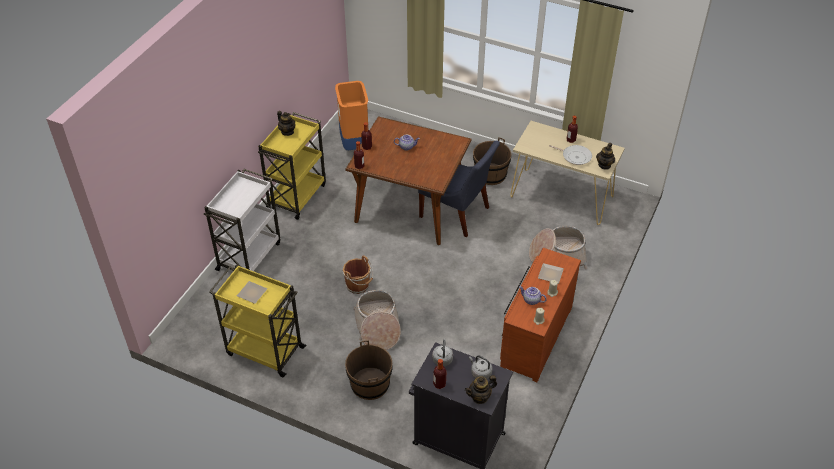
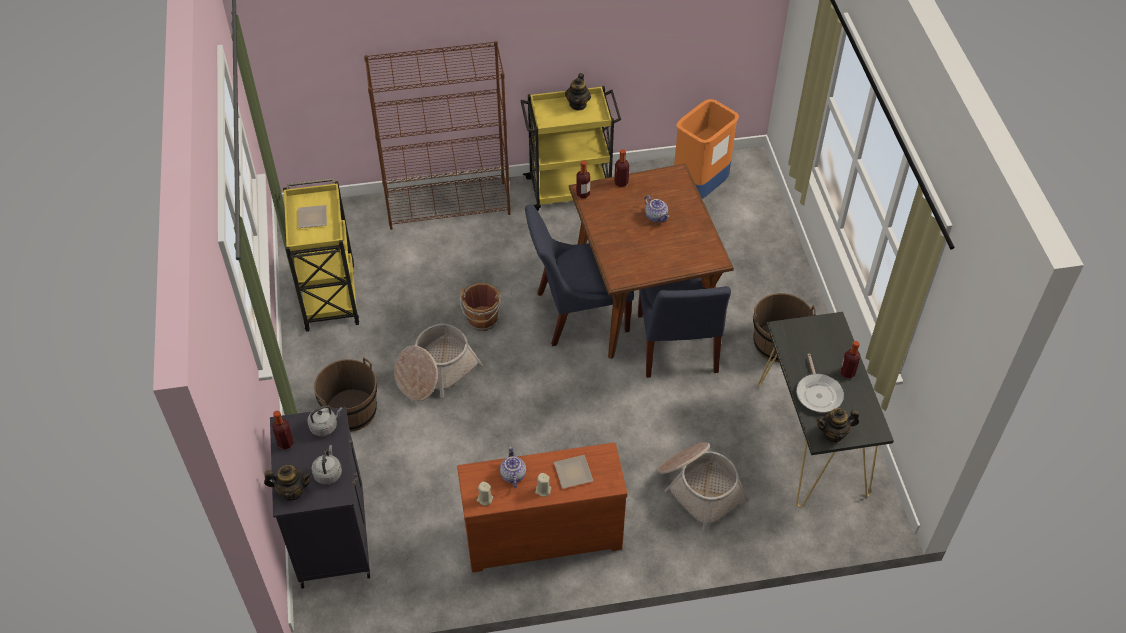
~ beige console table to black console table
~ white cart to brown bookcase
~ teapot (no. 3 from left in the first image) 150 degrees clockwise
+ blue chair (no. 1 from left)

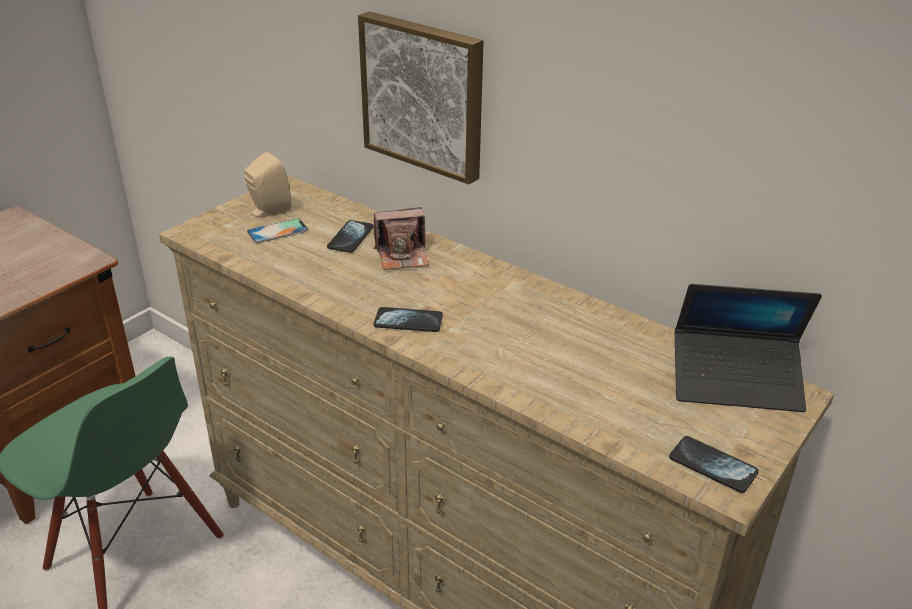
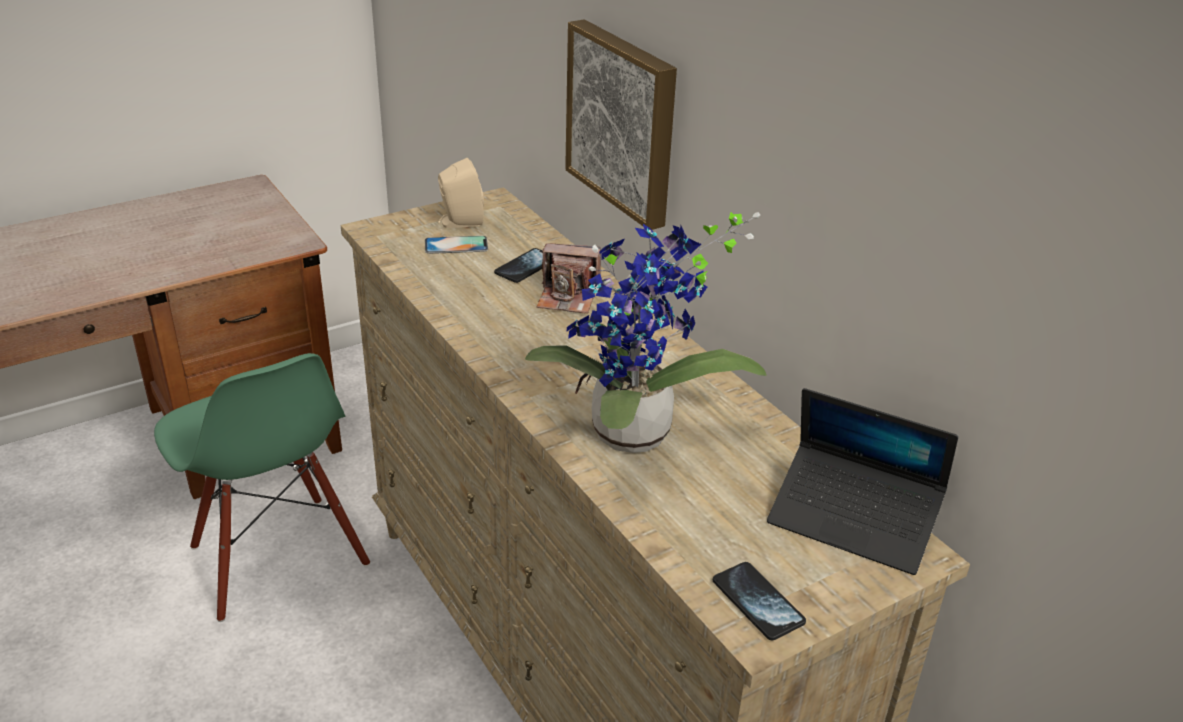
- phone (no. 3 from left)
+ potted plant

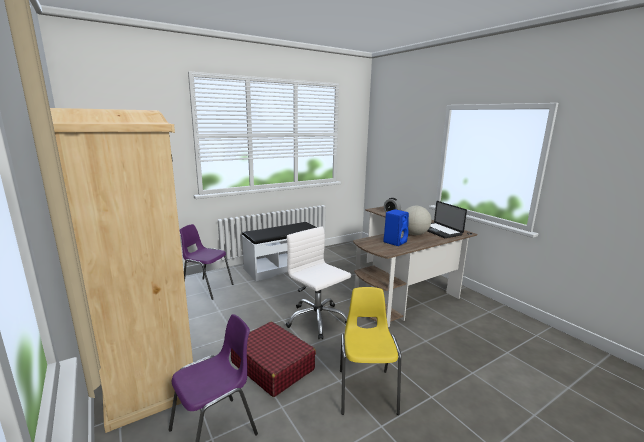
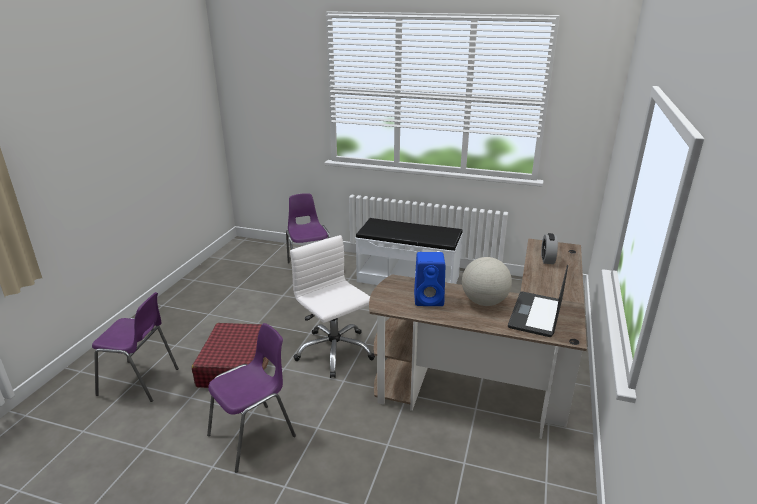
- beige wardrobe
~ white office chair 45 degrees counterclockwise
~ yellow chair to purple chair (no. 2 from left)

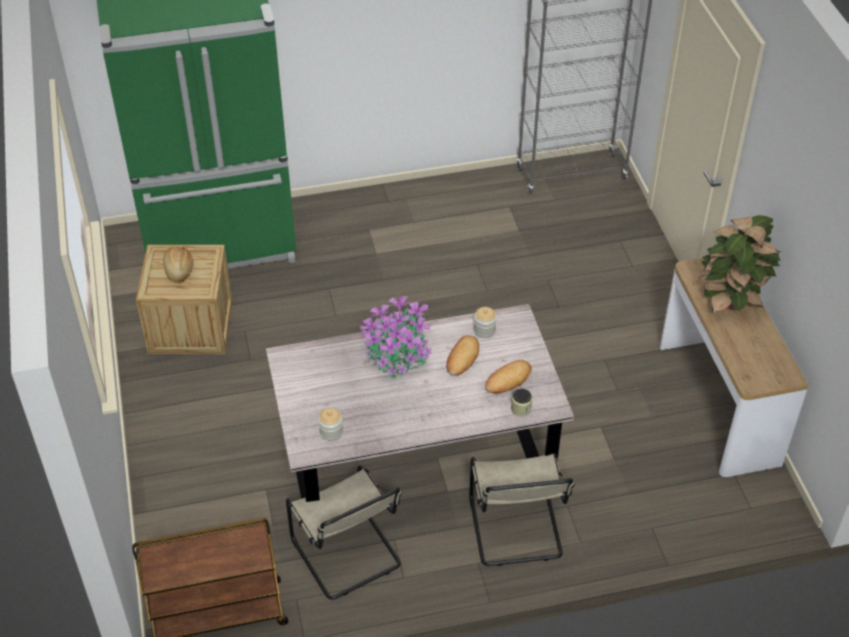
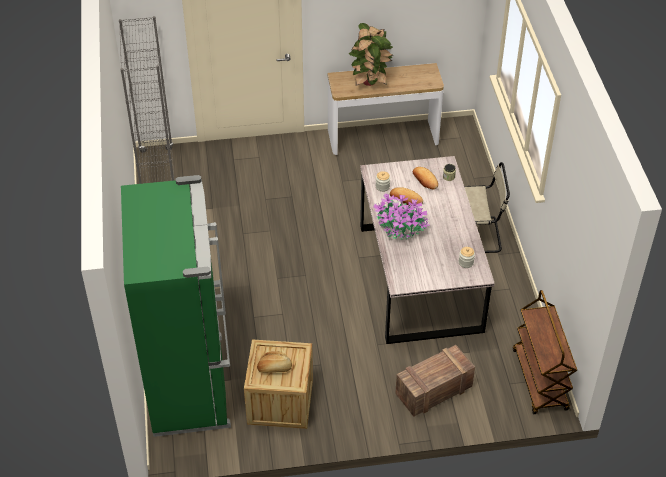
- beige chair (no. 1 from left)
+ crate (no. 2 from left)

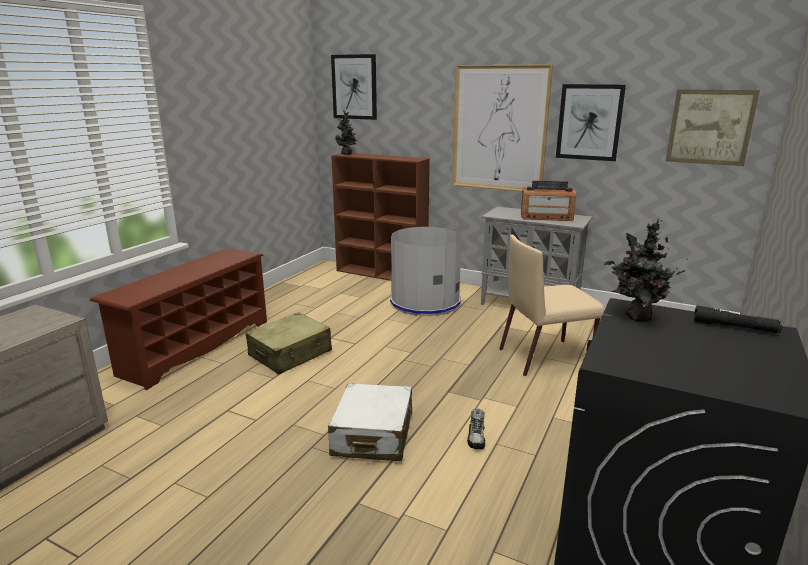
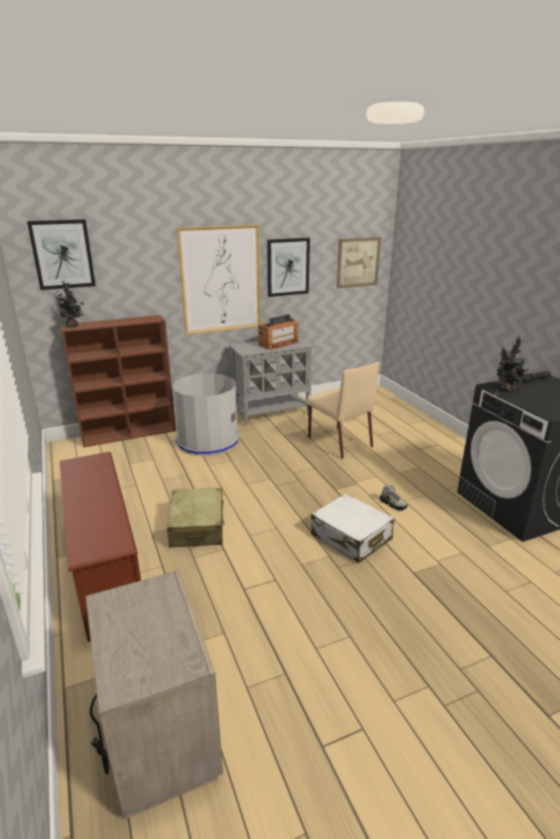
~ beige chair 60 degrees counterclockwise

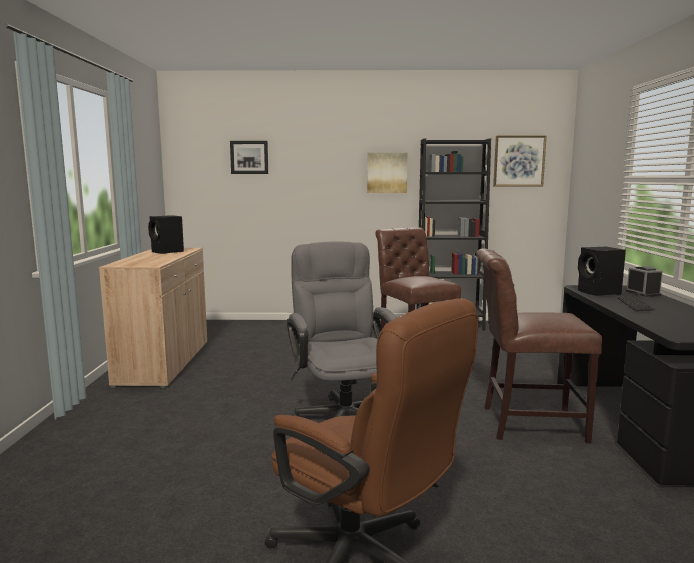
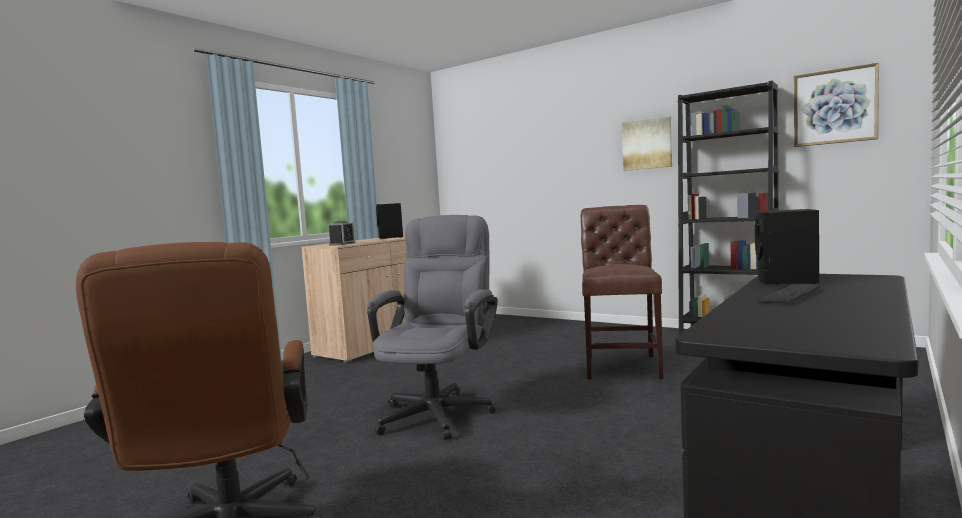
- picture (no. 1 from left)
- brown chair (no. 2 from left)
~ alarm clock

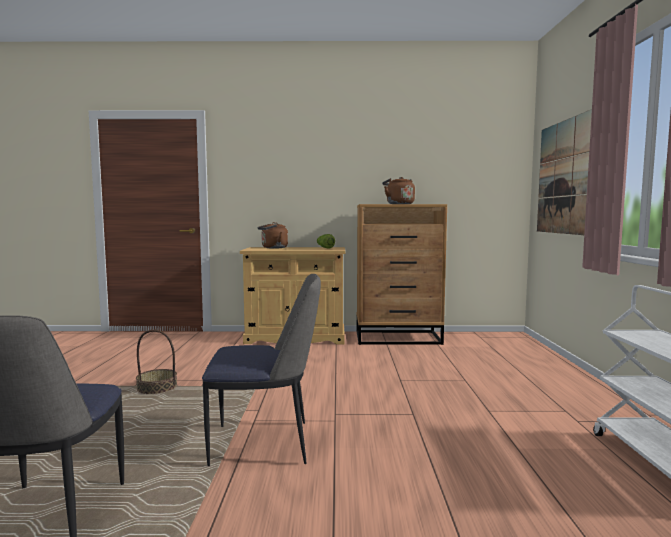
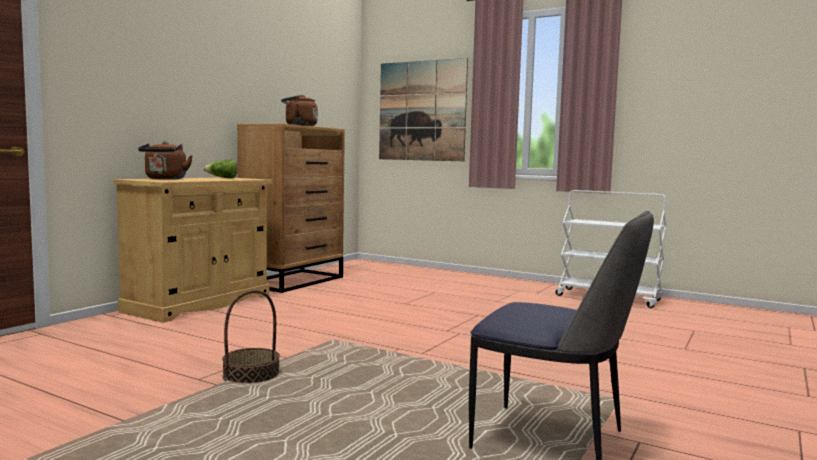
- chair (no. 2 from left)

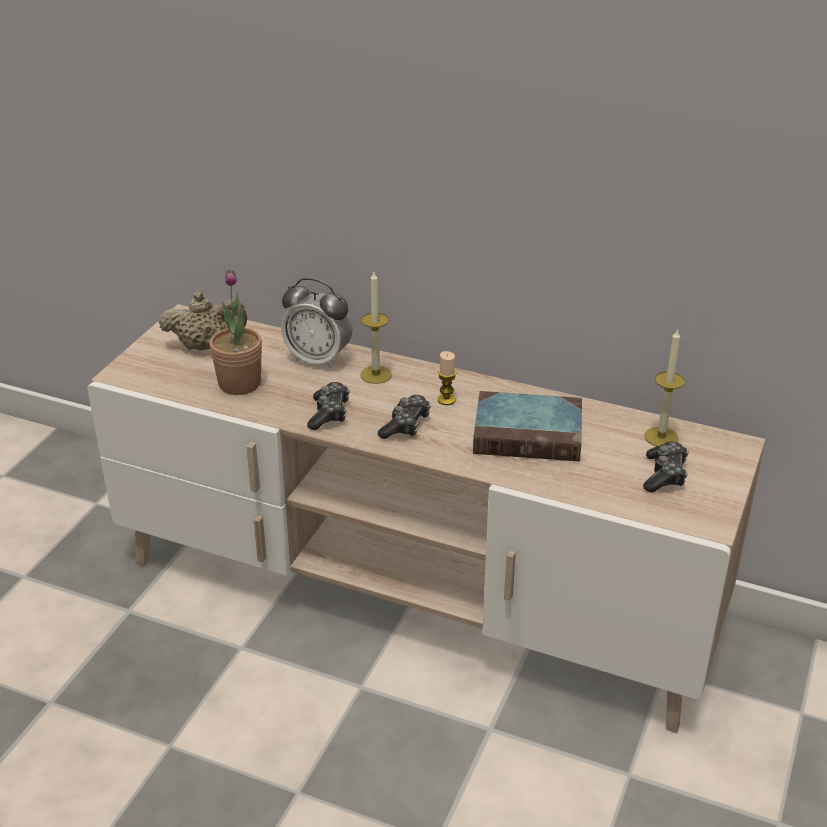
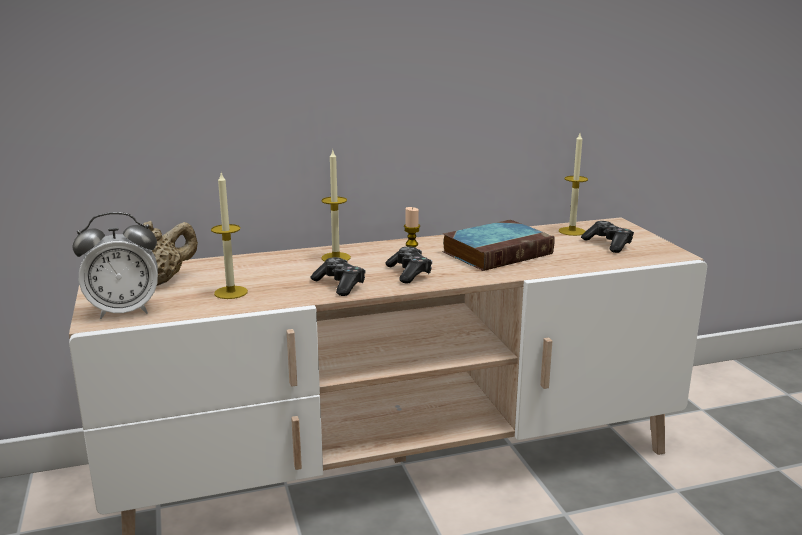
~ potted plant to candle (no. 1 from left)
~ alarm clock

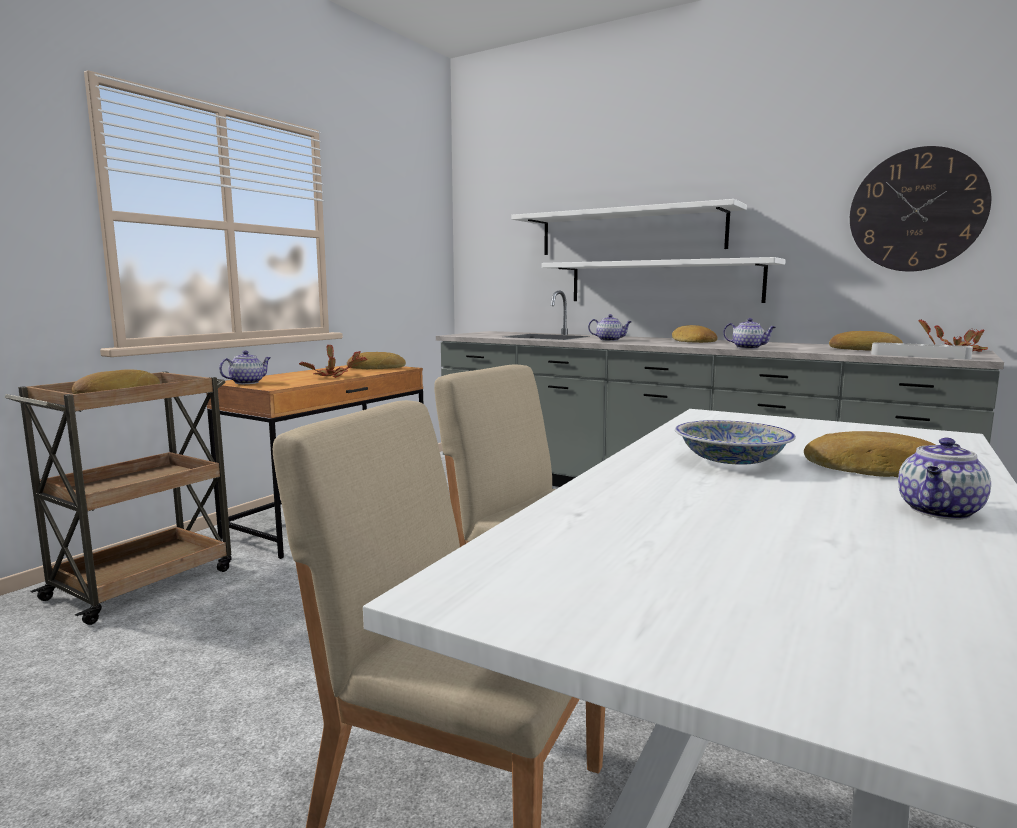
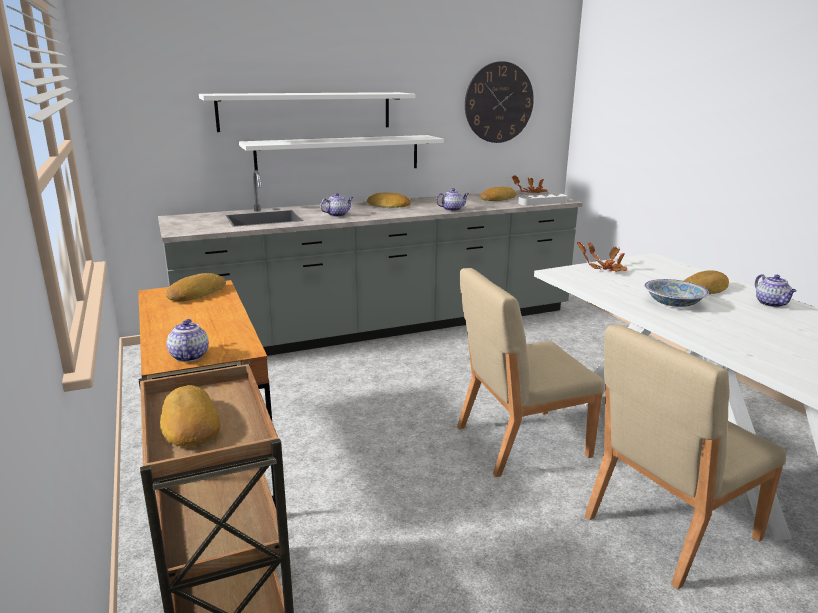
~ potted plant (no. 1 from left in the first image) to potted plant (no. 2 from left)

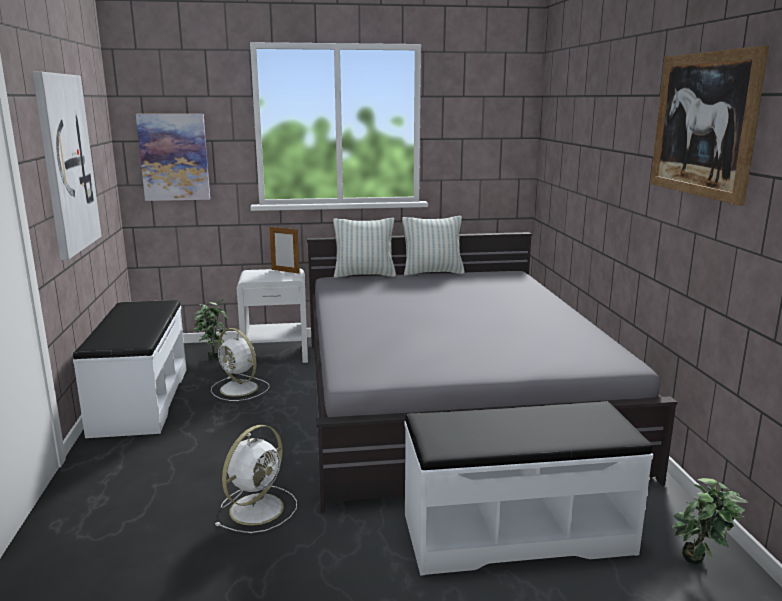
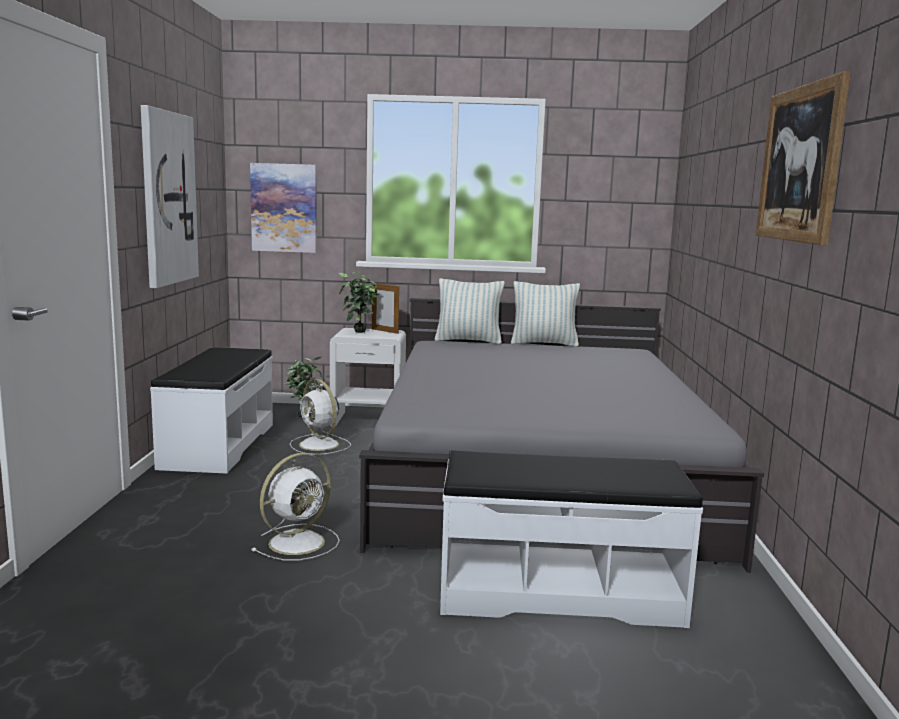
~ potted plant (no. 2 from left)

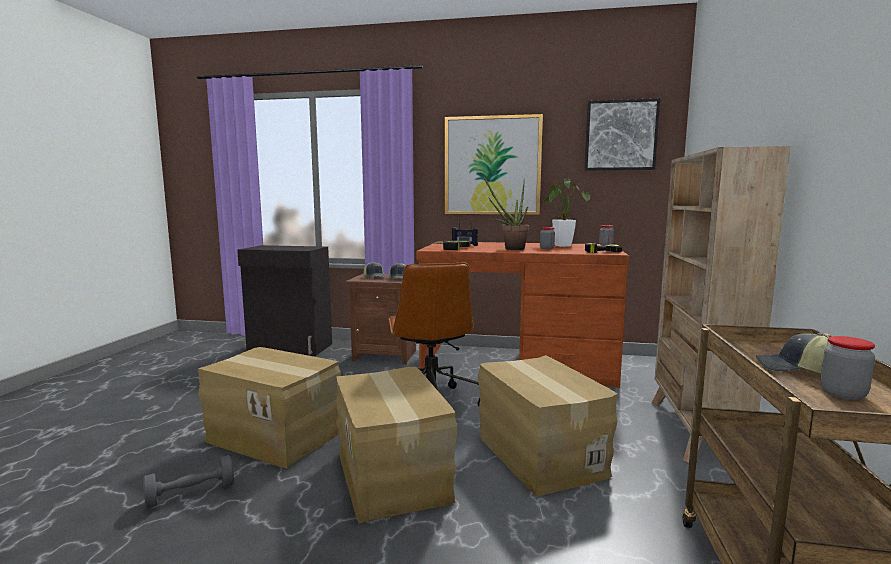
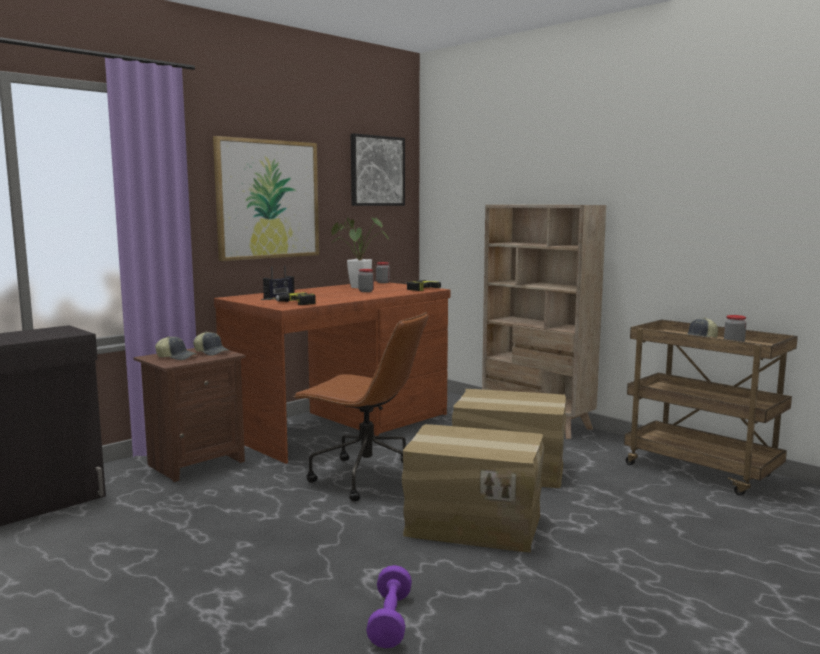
- potted plant (no. 1 from left)
- cardboard box (no. 1 from left)
~ grey dumbbell to purple dumbbell

